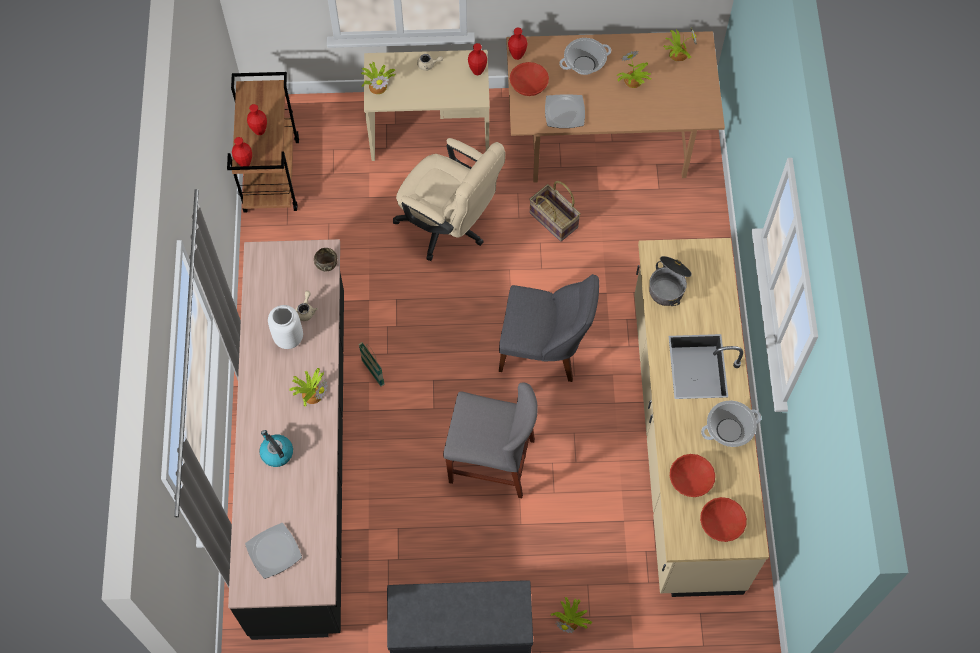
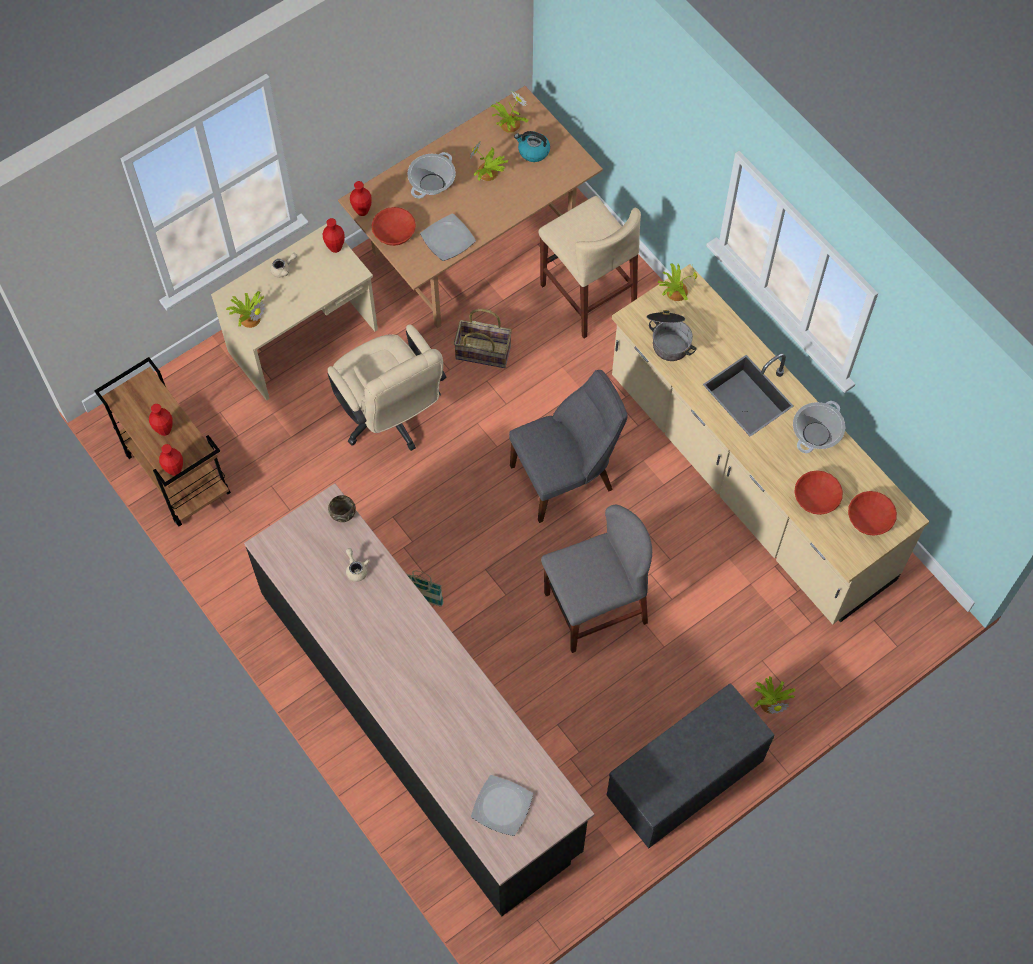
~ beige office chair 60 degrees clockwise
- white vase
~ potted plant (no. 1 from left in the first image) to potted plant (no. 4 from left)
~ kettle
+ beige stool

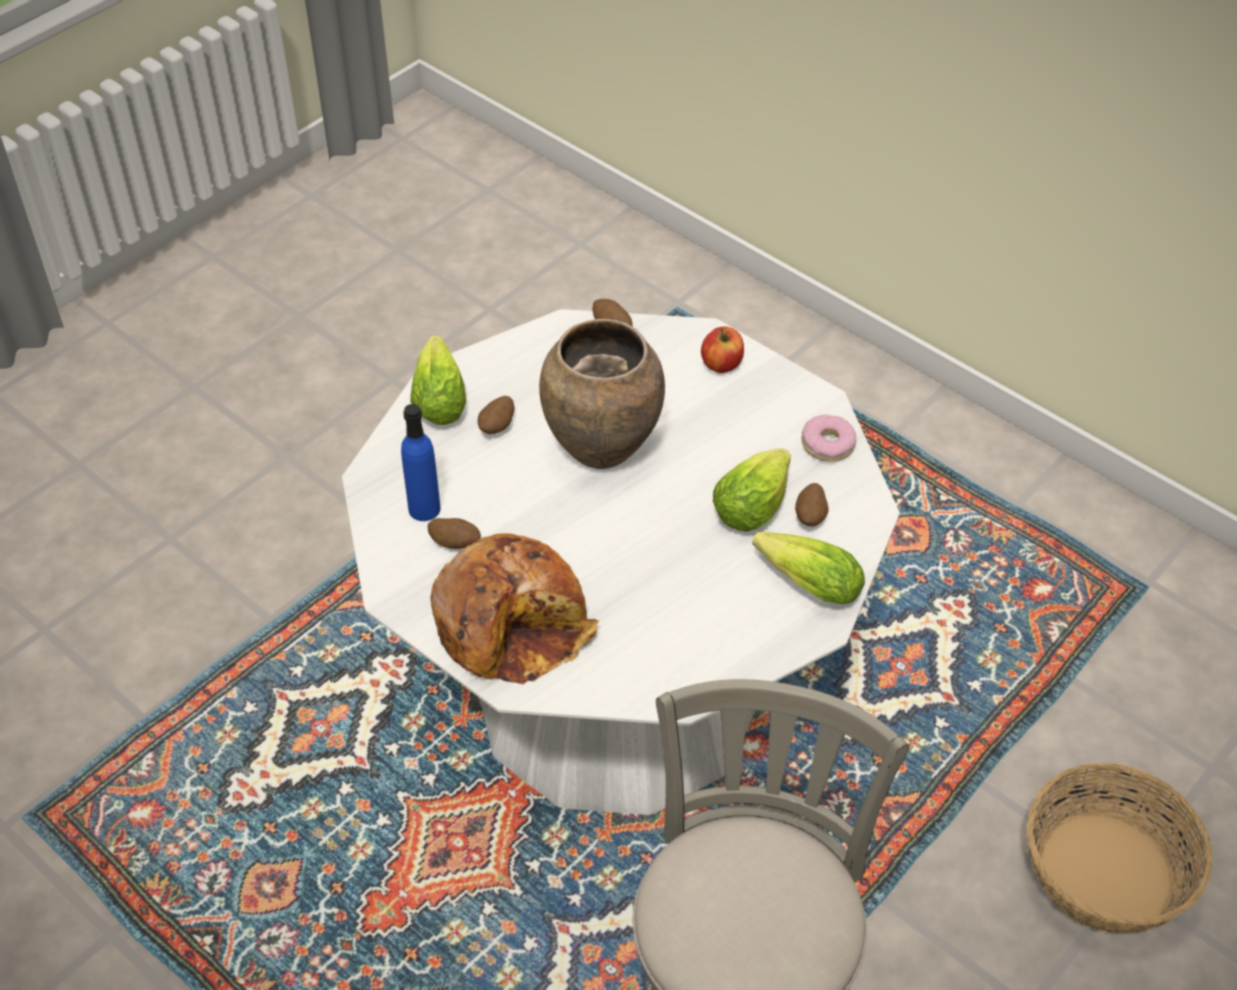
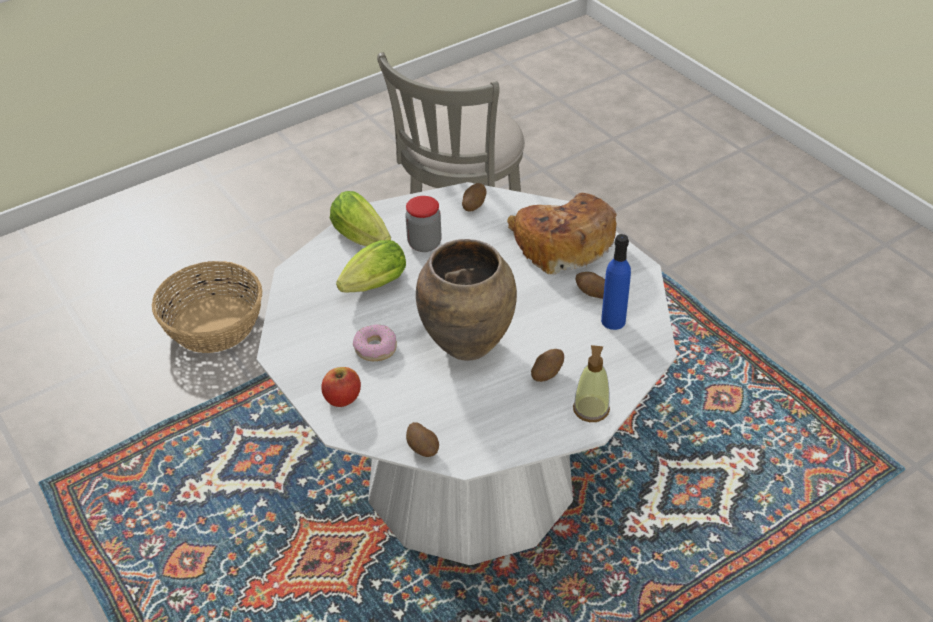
~ lettuce (no. 1 from left) to soap dispenser
~ donut
~ potato (no. 4 from left in the first image) to potato (no. 2 from left)
+ jar

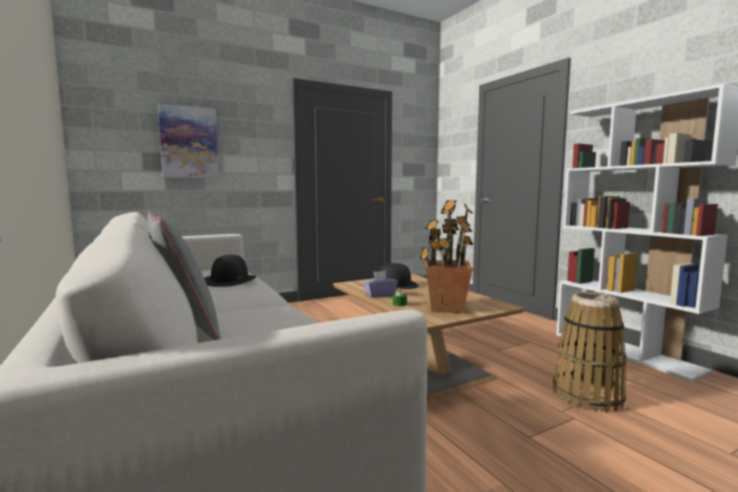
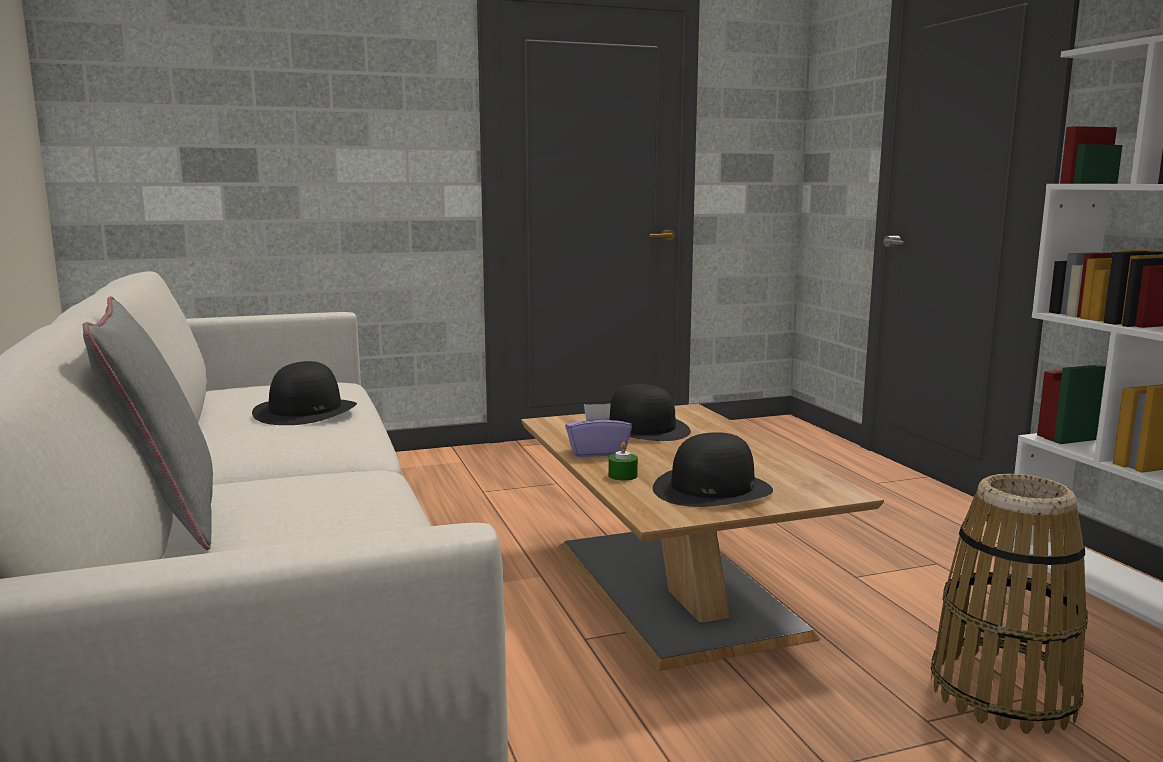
- picture
~ potted plant to black hat (no. 3 from left)

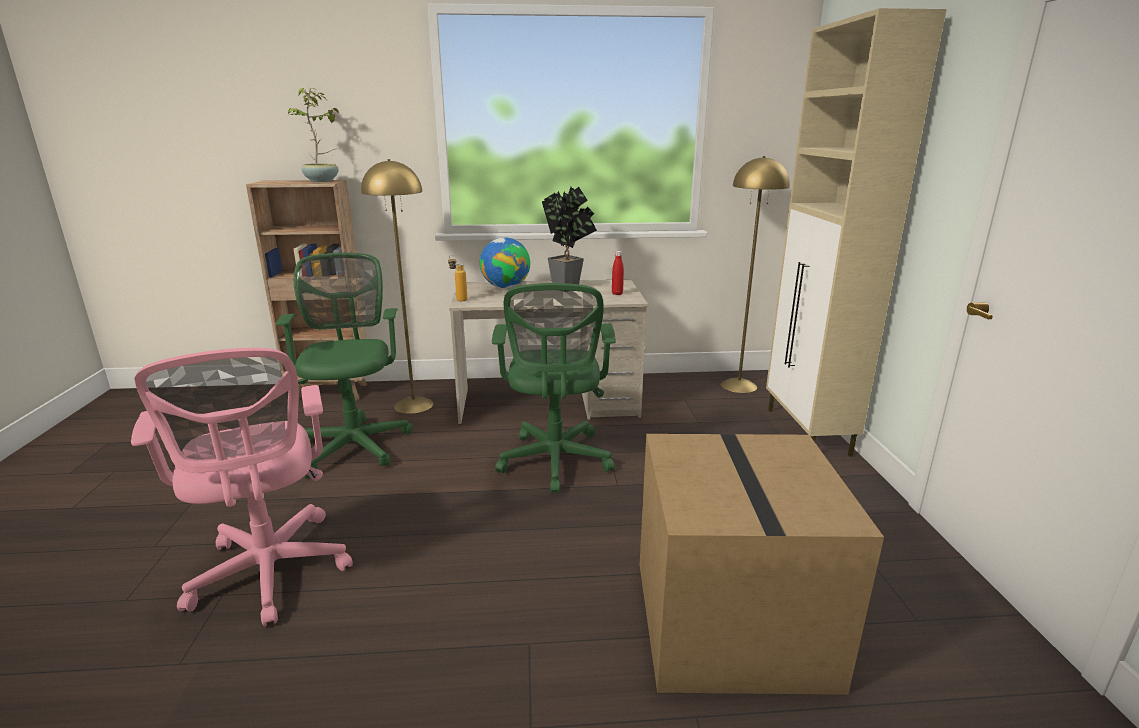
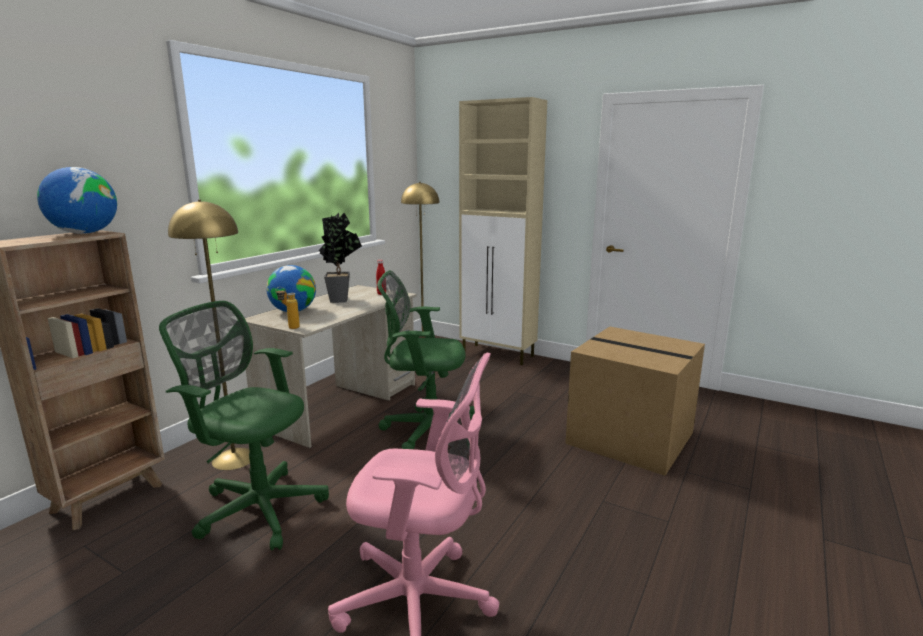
~ potted plant (no. 1 from left) to globe (no. 1 from left)
~ green office chair (no. 2 from left) 150 degrees clockwise

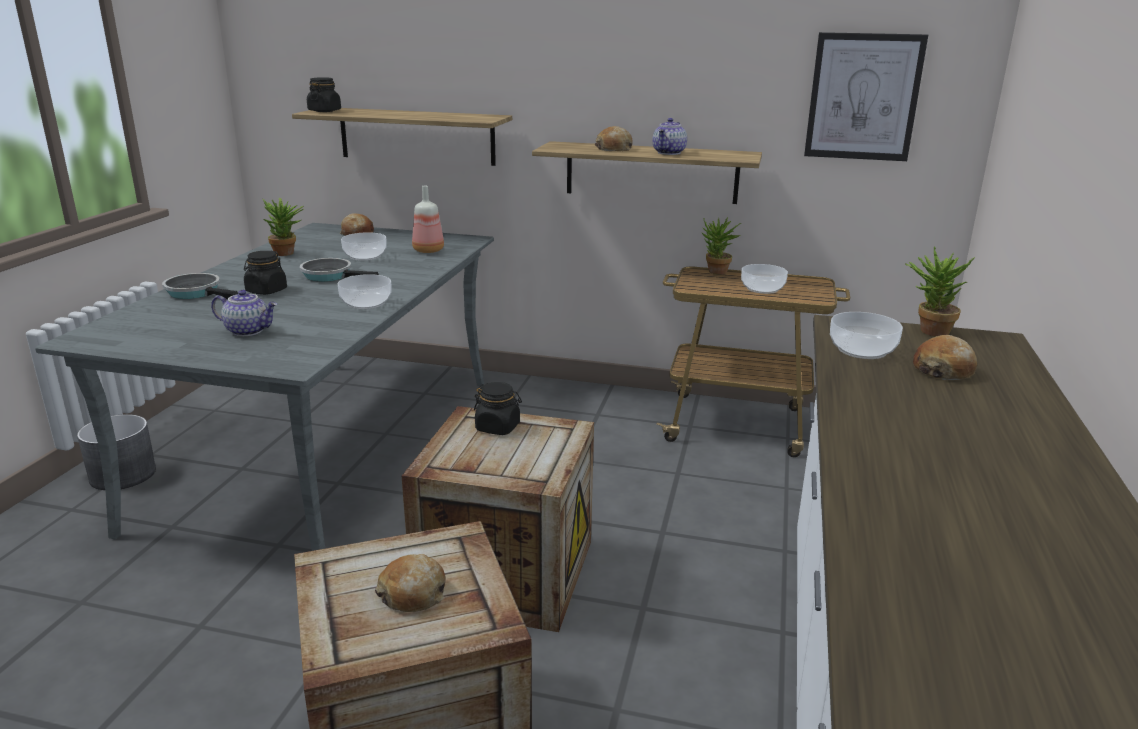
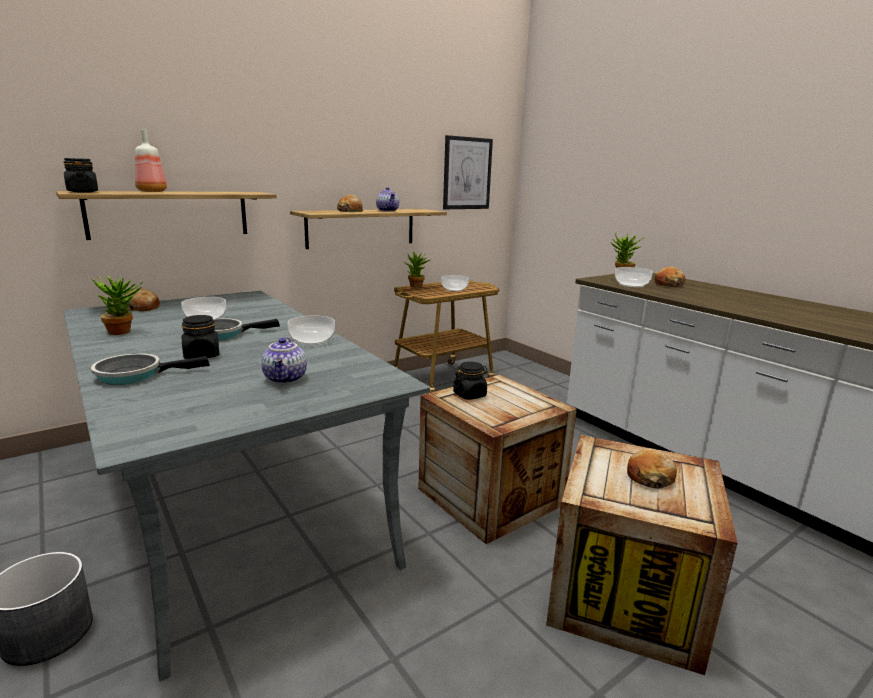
~ bottle
~ teapot (no. 1 from left) 120 degrees clockwise

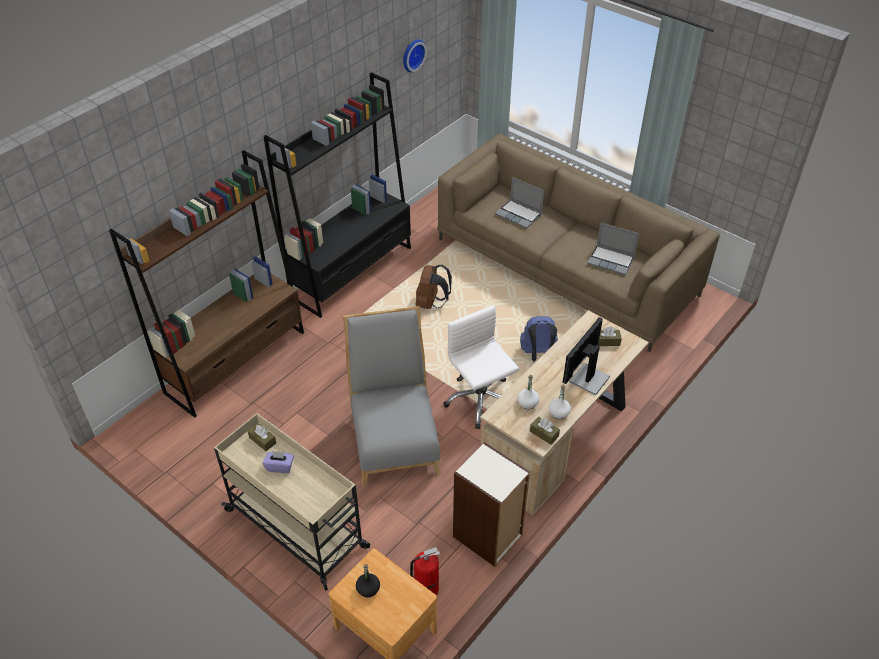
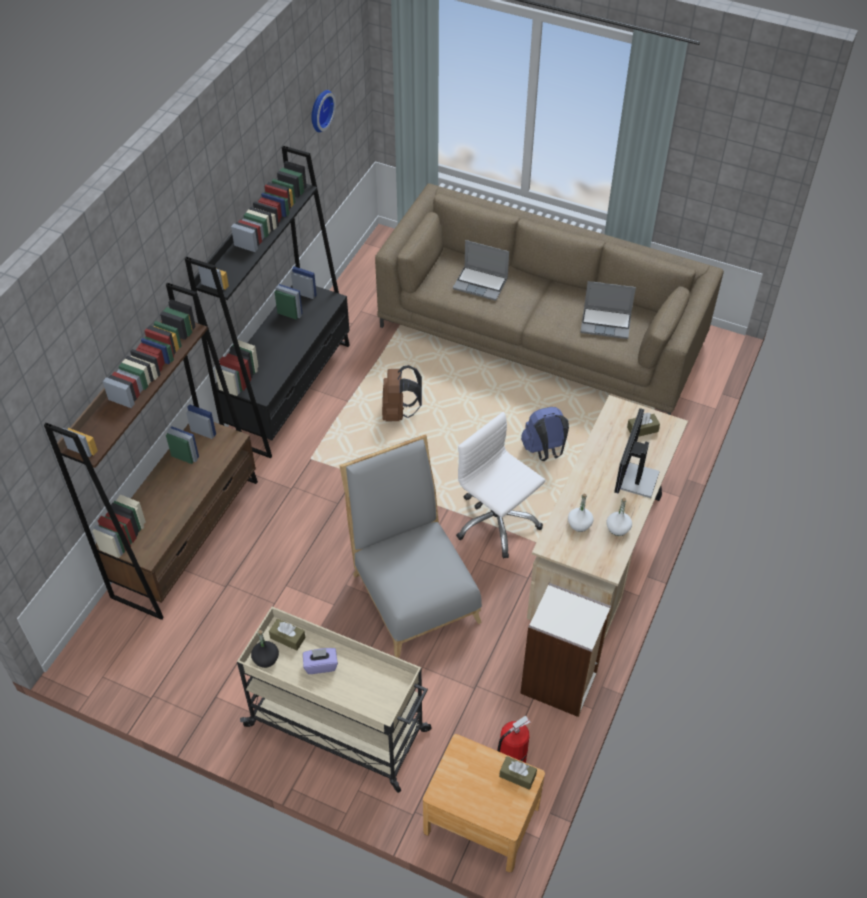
~ brown tissue box (no. 2 from left)
~ black bottle

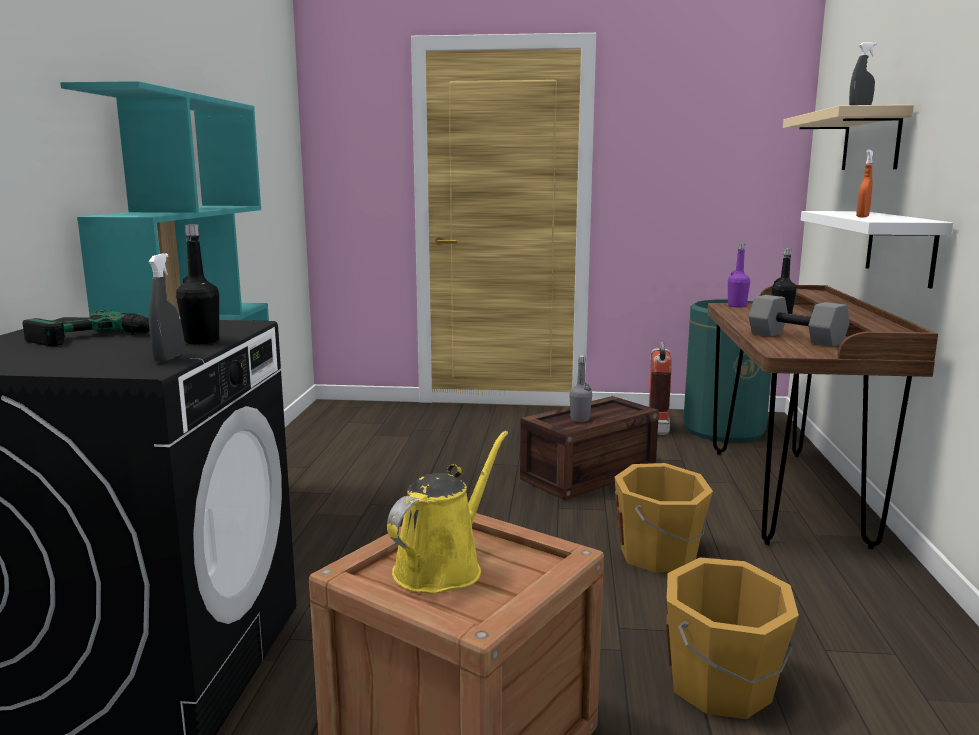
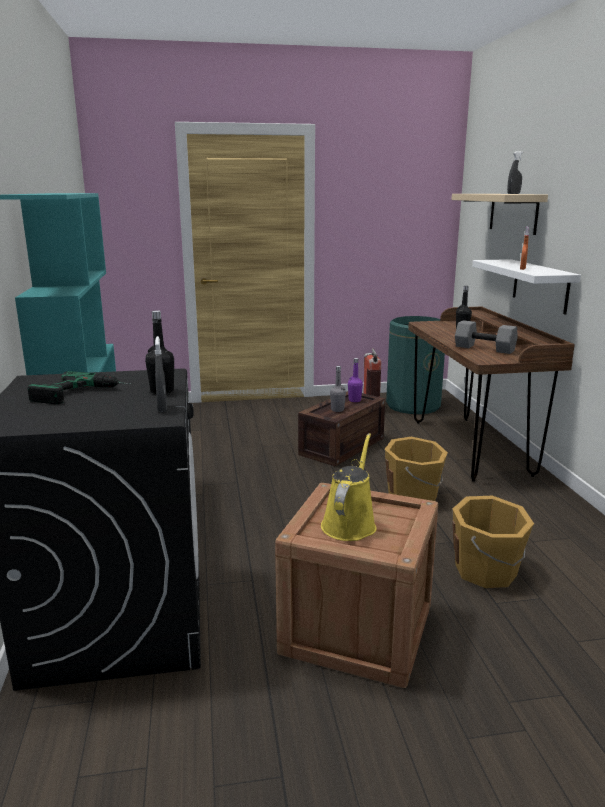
~ purple bottle

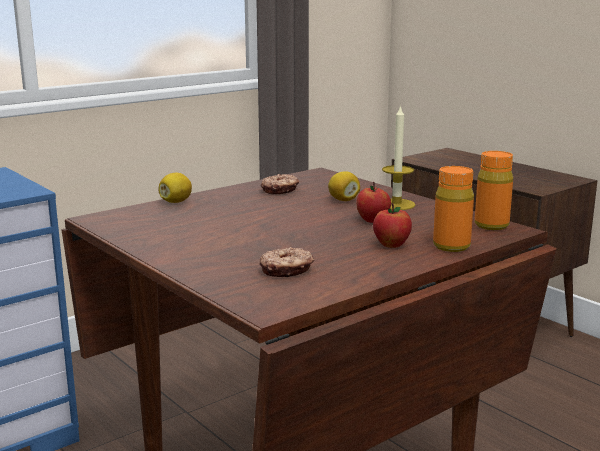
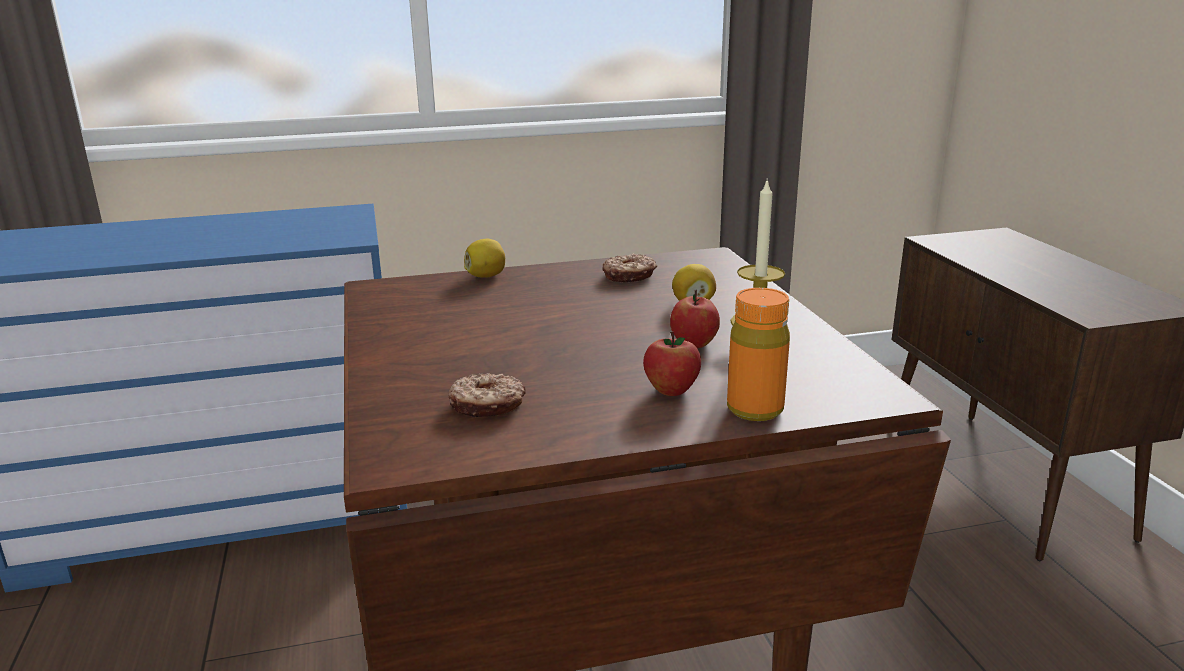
- orange bottle (no. 2 from left)

